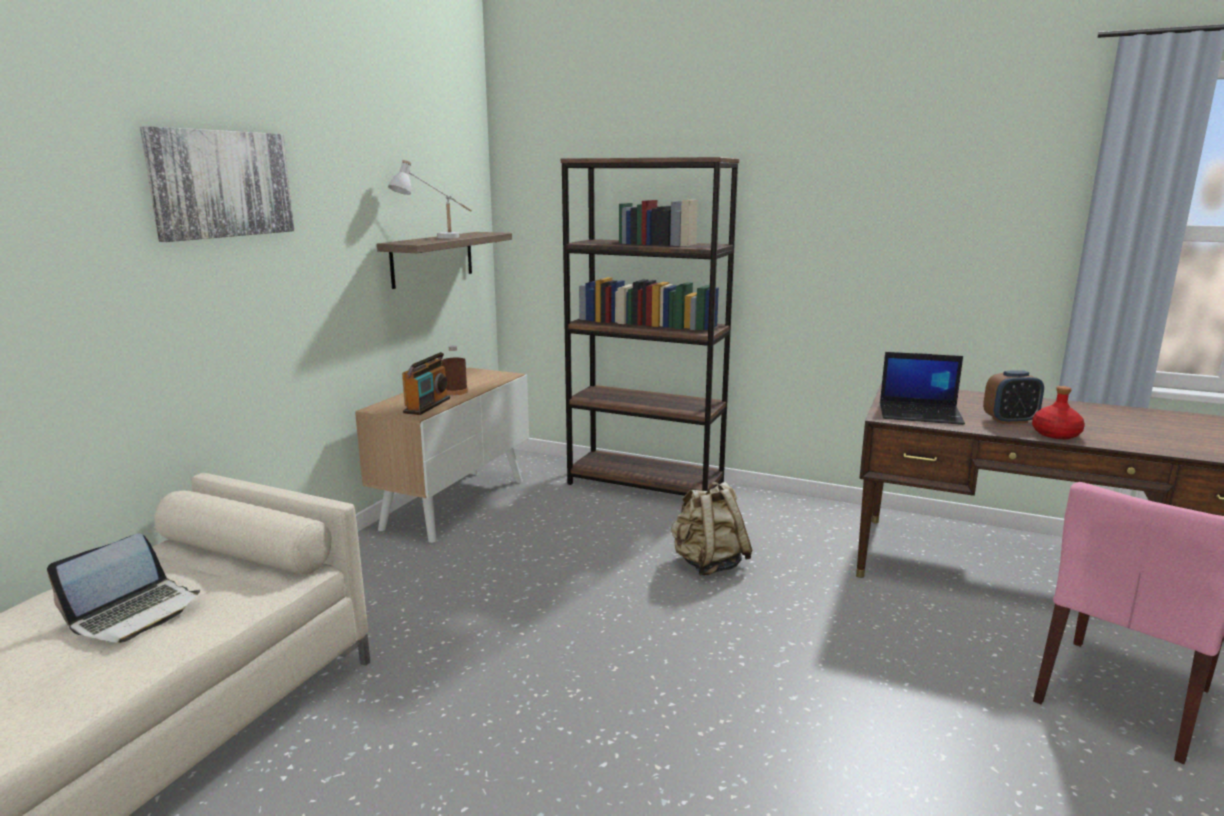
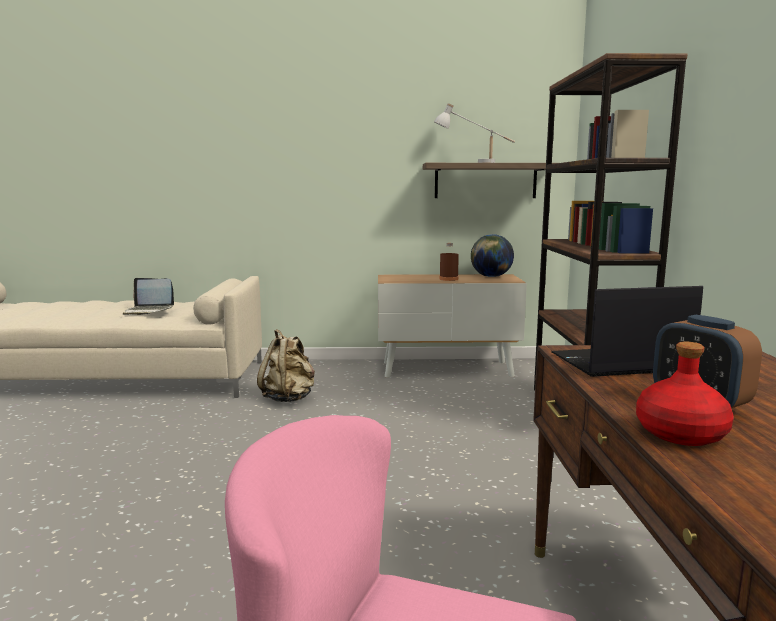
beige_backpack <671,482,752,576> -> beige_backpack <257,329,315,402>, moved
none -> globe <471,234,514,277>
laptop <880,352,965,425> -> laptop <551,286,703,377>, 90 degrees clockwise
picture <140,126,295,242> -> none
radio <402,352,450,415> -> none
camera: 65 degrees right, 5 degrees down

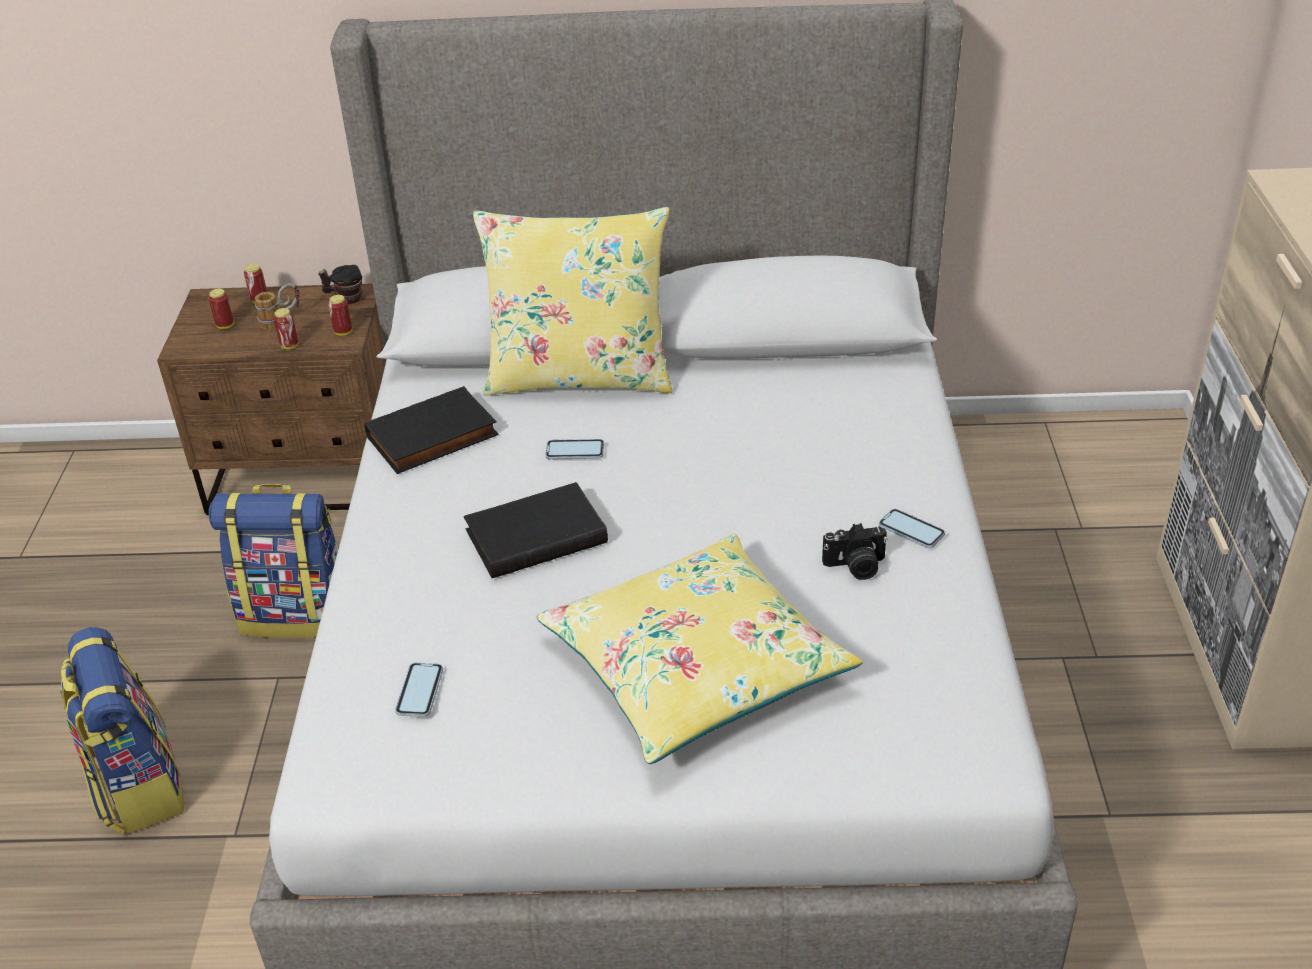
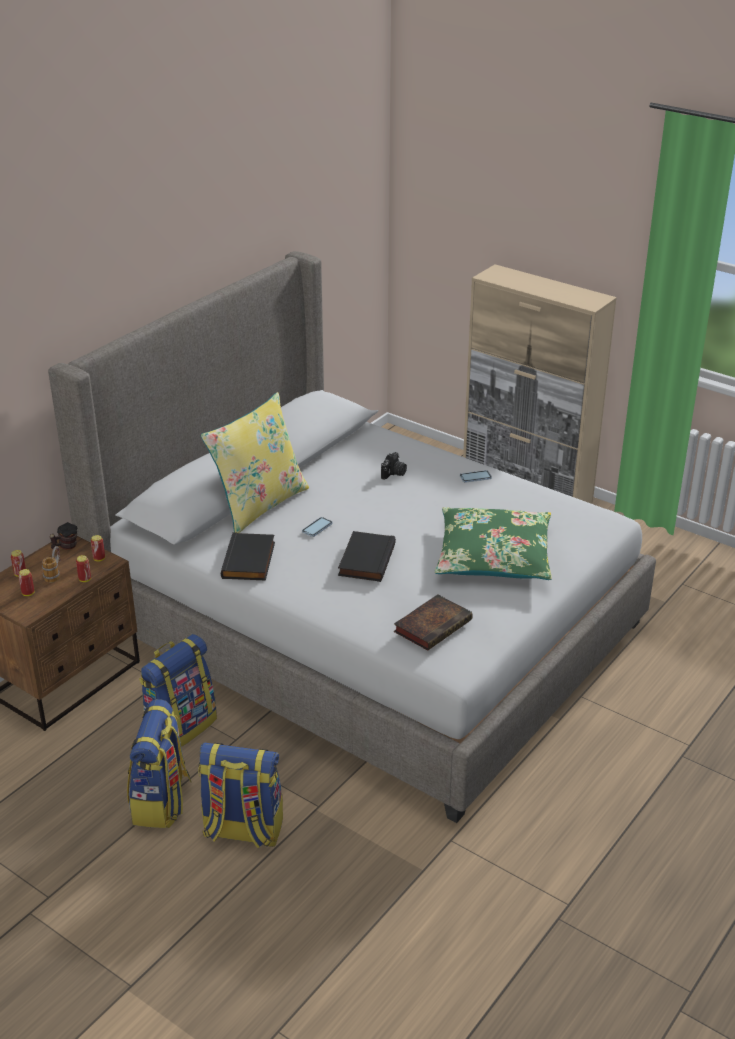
none -> backpack <127,699,192,828>
photo_camera <822,523,888,580> -> photo_camera <381,452,407,480>, moved
phone <395,663,443,717> -> book <394,594,473,651>
yellow_pillow <536,534,863,764> -> green_pillow <435,507,552,580>
camera: 55 degrees left, 5 degrees down

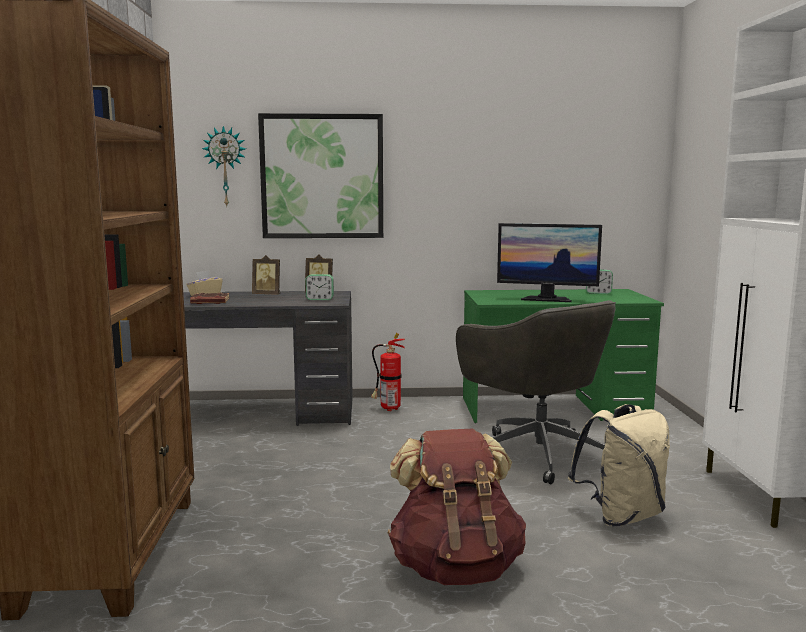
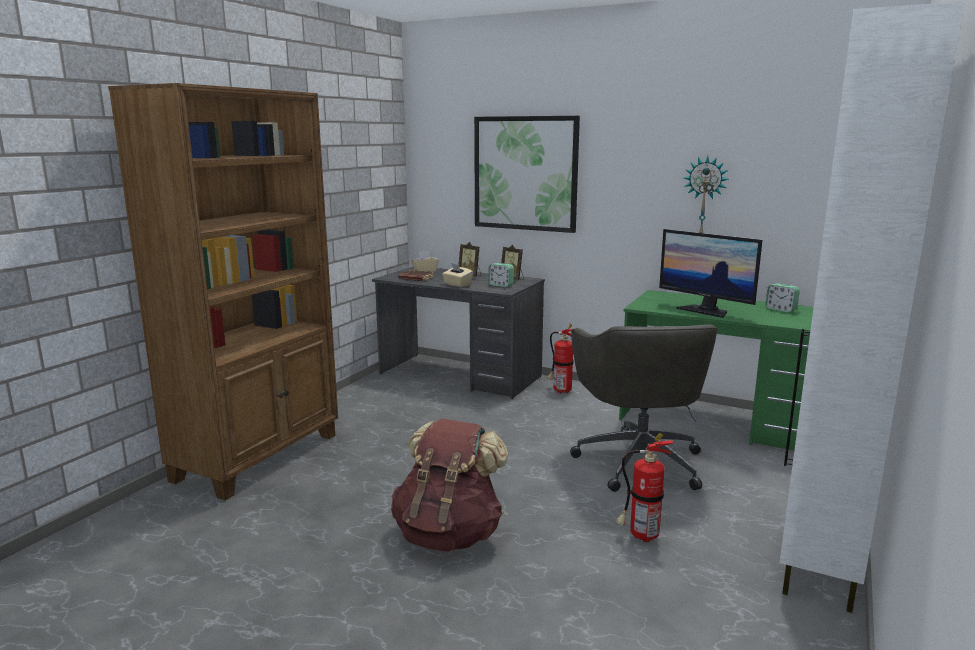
none -> beige_tissue_box <442,263,473,287>
beige_backpack <568,404,670,526> -> fire_extinguisher <616,433,674,542>
wall_clock <202,126,246,206> -> wall_clock <684,156,729,233>, moved
camera: 30 degrees right, 5 degrees up

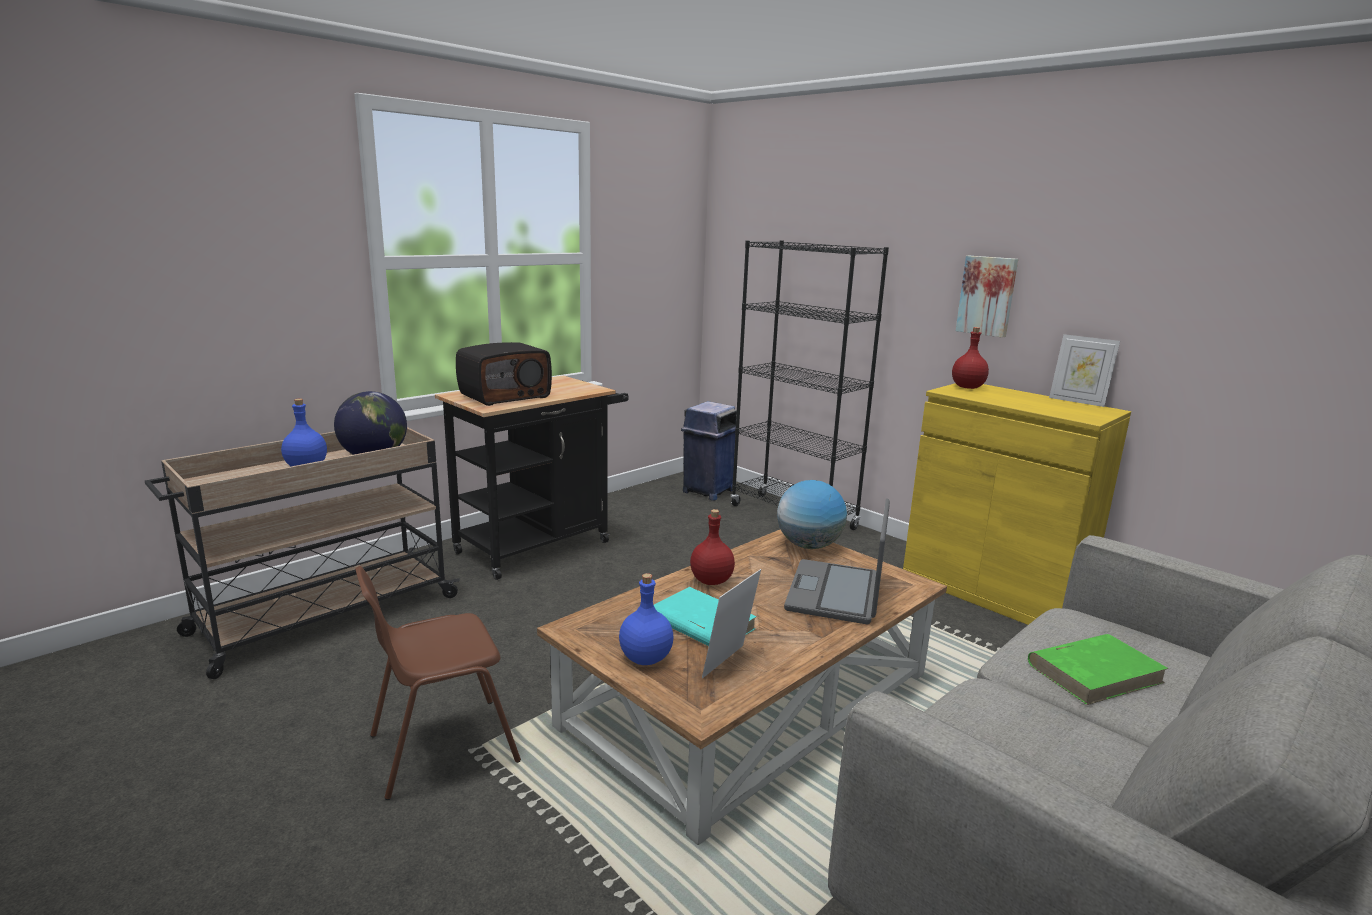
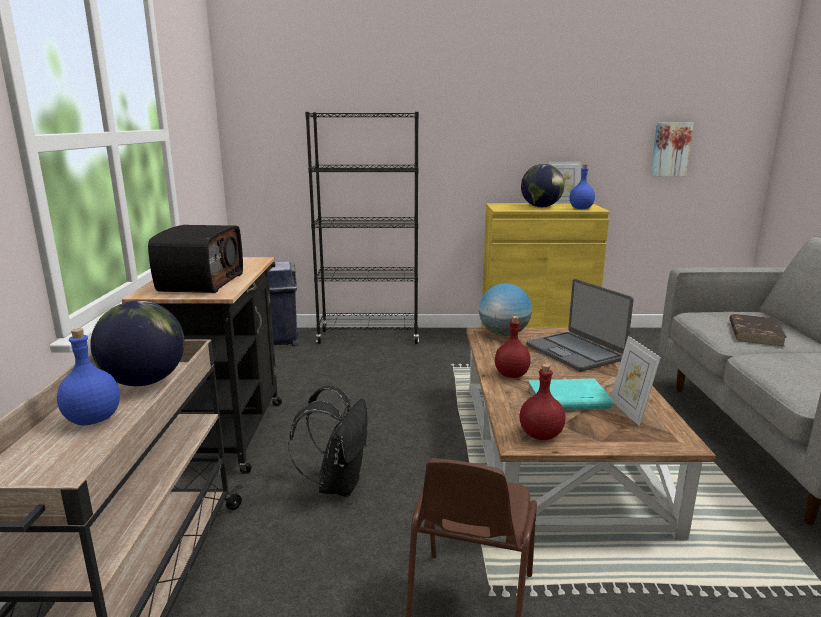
none -> black_backpack <288,386,367,497>
red_bottle <952,327,989,389> -> red_bottle <520,364,566,440>, moved
none -> globe <521,164,564,207>
blue_bottle <619,573,673,665> -> blue_bottle <569,165,595,209>, moved
picture <956,256,1018,338> -> picture <650,122,694,176>, moved
green_book <1028,634,1169,705> -> brown_book <729,314,786,347>
camera: 45 degrees left, 0 degrees up

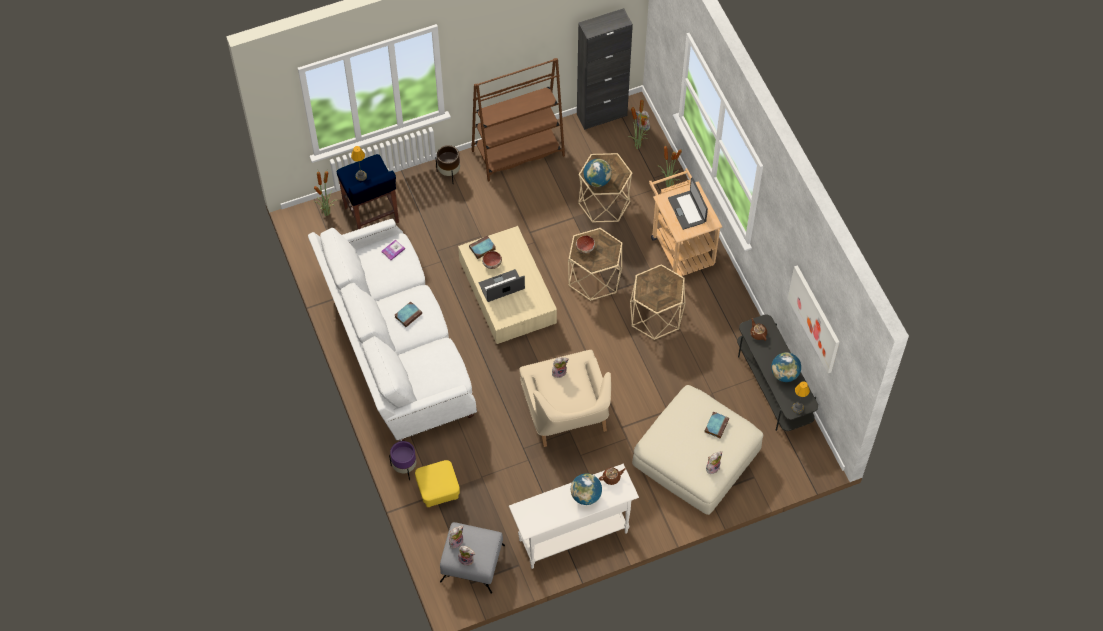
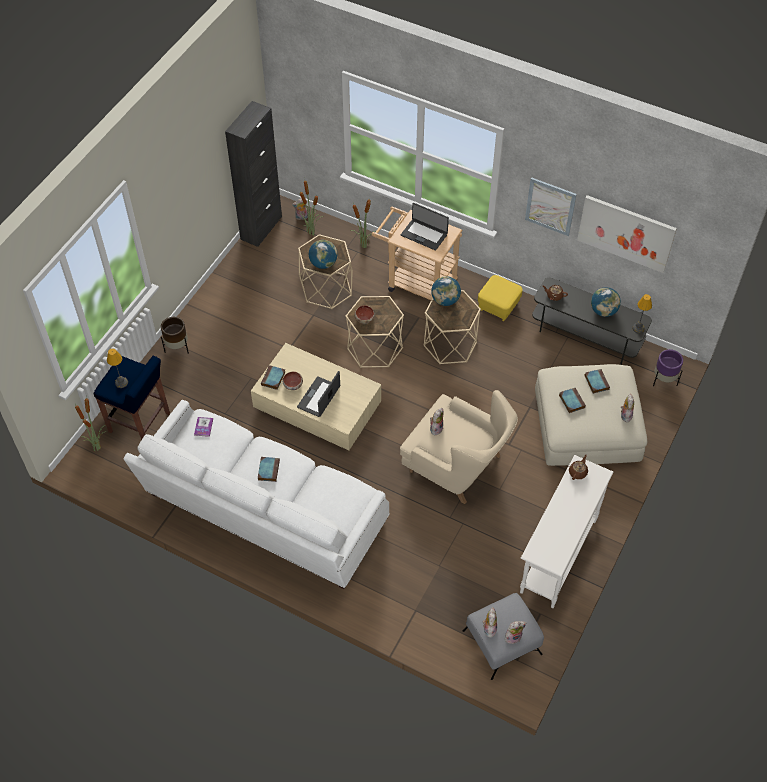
globe <571,473,602,505> -> globe <431,276,461,306>, moved
yellow_ottoman <415,460,460,507> -> yellow_ottoman <478,275,523,321>, moved
none -> picture <525,177,577,236>
none -> book <559,388,586,413>
purple_planter <389,441,416,480> -> purple_planter <653,349,683,387>, moved
brown_bookcase <471,58,565,182> -> none
camera: 40 degrees left, 5 degrees down

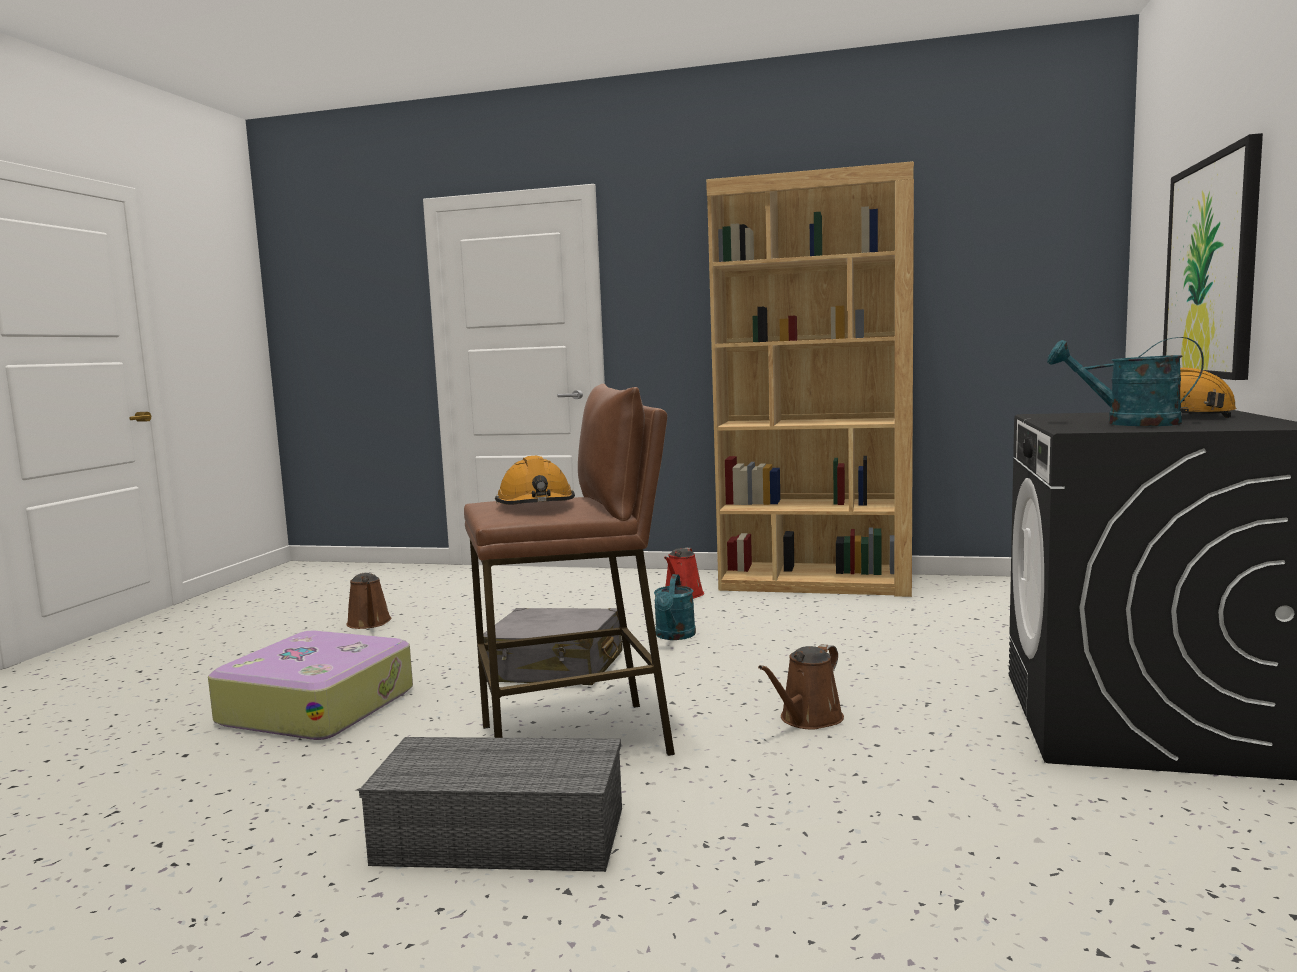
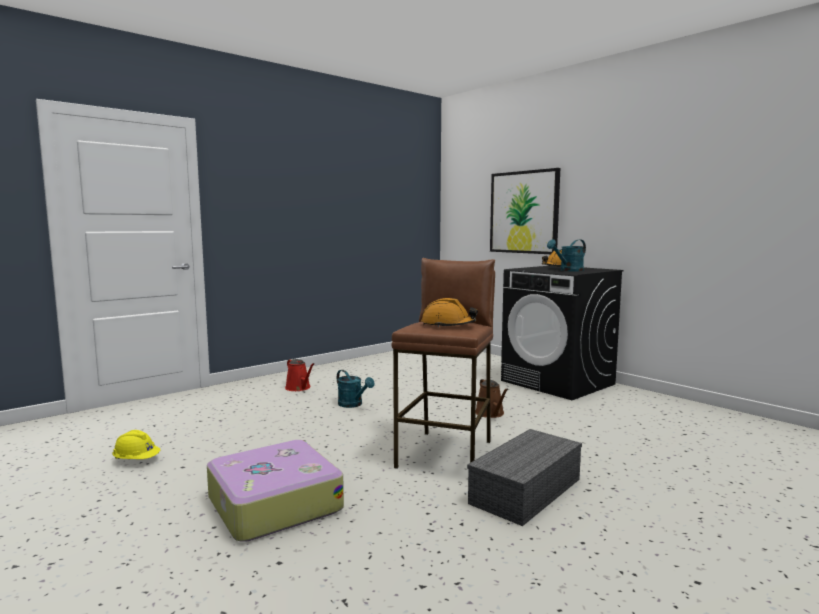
brown_watering_can <347,572,392,629> -> yellow_hard_hat <112,430,160,459>
grey_suitcase <483,608,622,685> -> none
brown_bookcase <706,161,914,597> -> none
camera: 55 degrees left, 0 degrees up

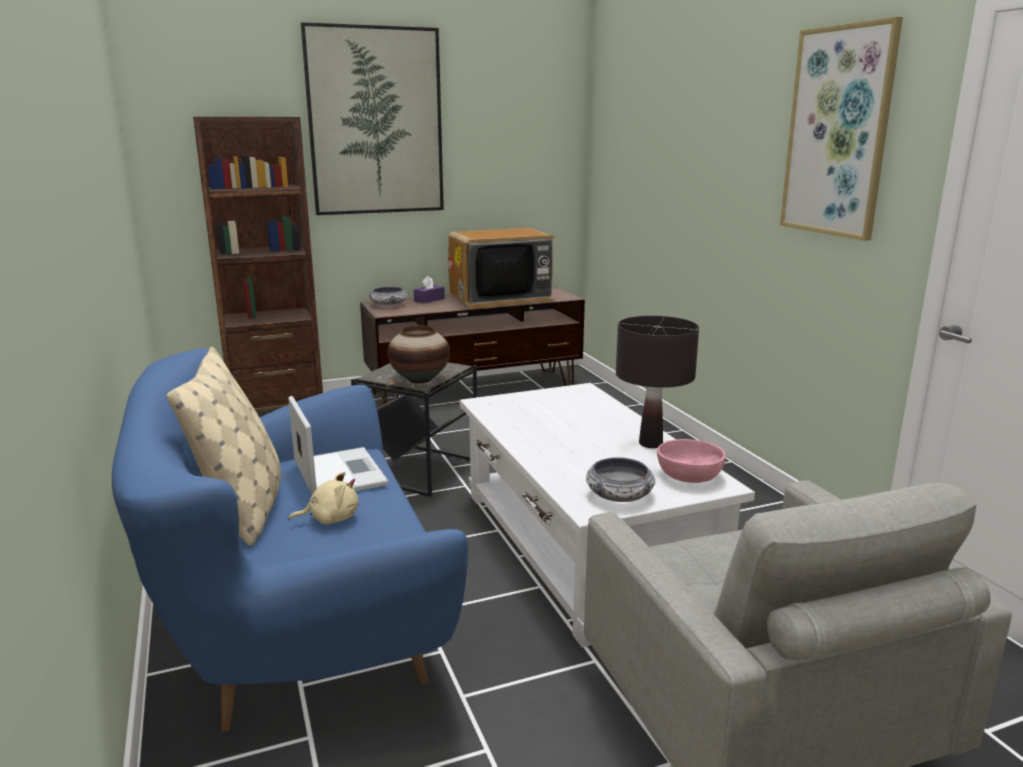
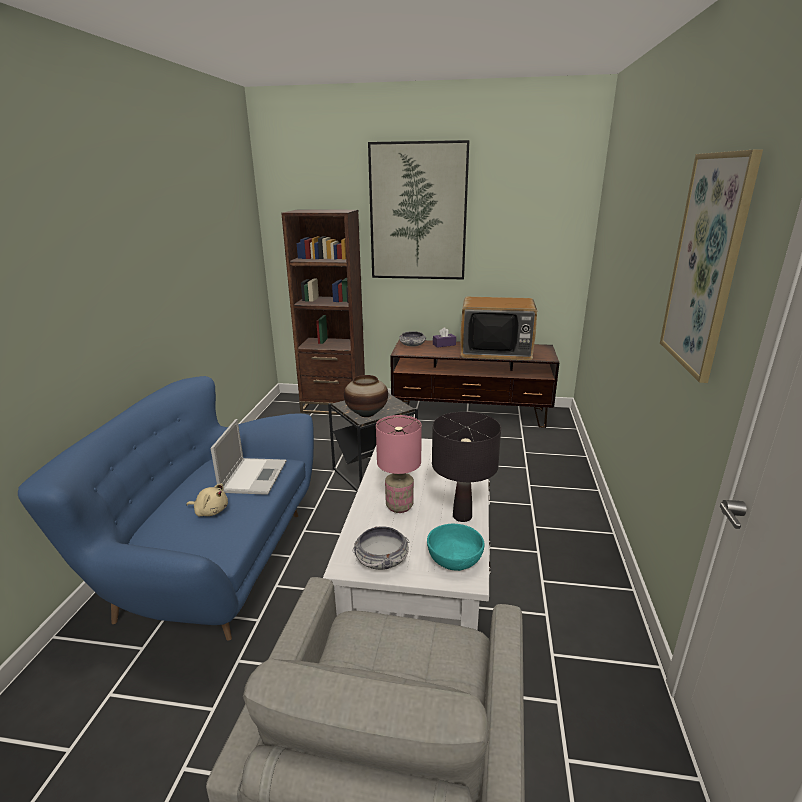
none -> pink_table_lamp <376,415,422,513>
pink_bowl <657,439,726,483> -> turquoise_bowl <427,524,485,571>
beige_pillow <167,347,281,546> -> none
camera: 30 degrees right, 5 degrees up

